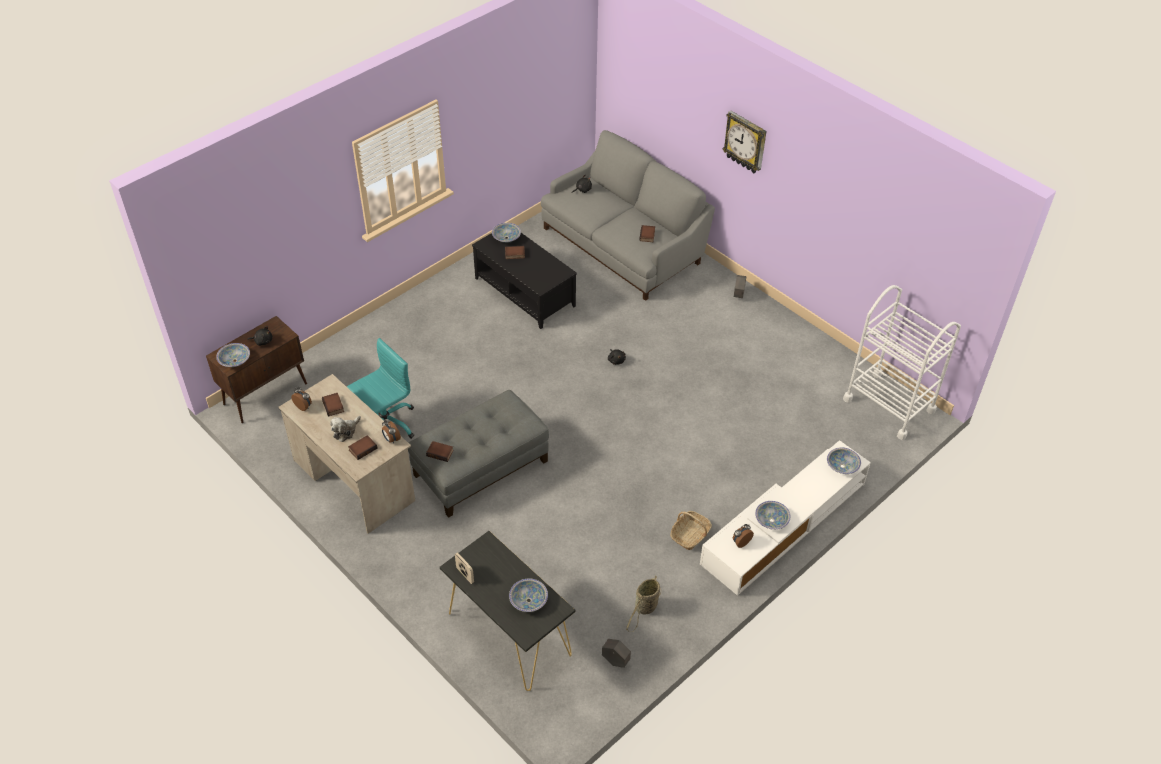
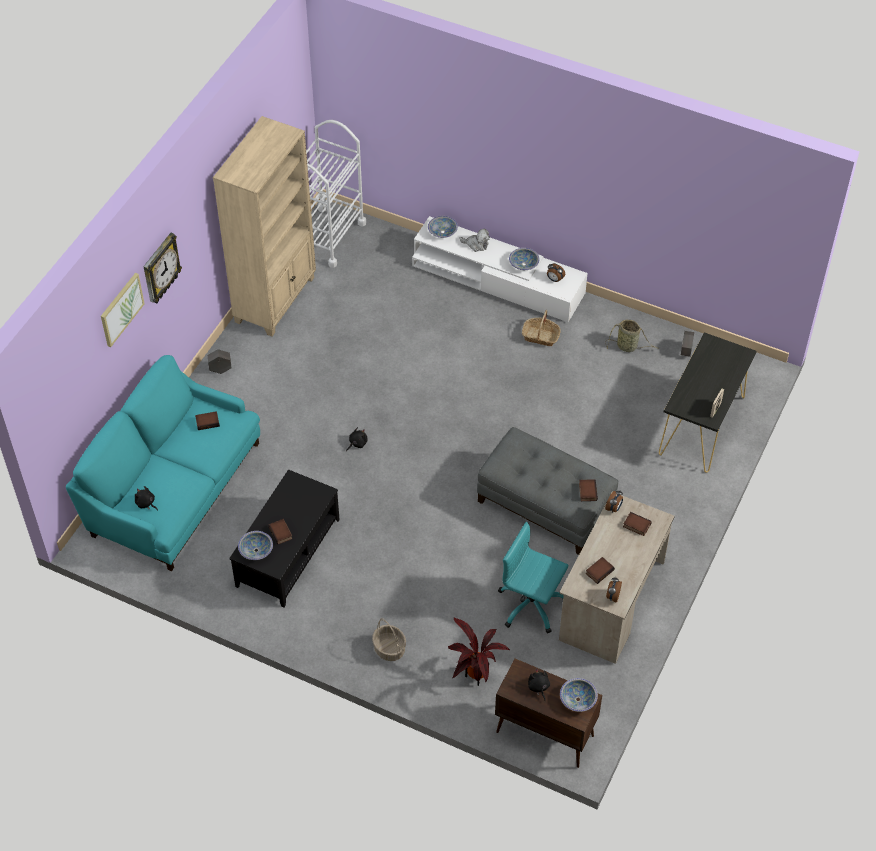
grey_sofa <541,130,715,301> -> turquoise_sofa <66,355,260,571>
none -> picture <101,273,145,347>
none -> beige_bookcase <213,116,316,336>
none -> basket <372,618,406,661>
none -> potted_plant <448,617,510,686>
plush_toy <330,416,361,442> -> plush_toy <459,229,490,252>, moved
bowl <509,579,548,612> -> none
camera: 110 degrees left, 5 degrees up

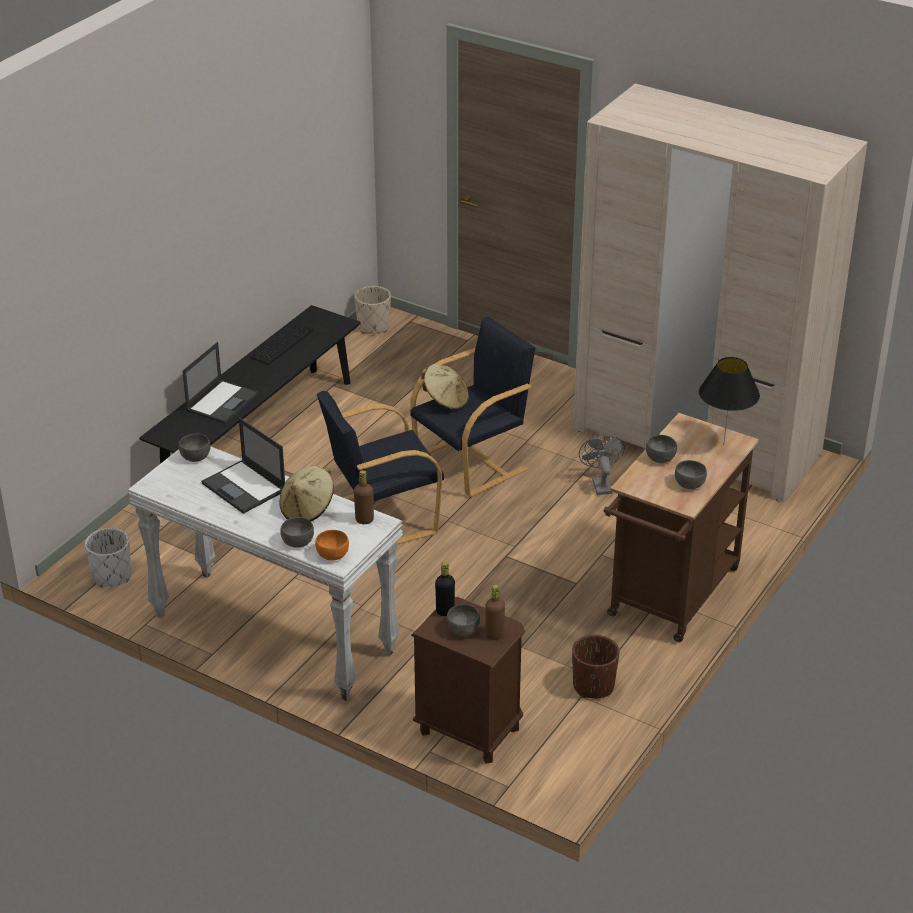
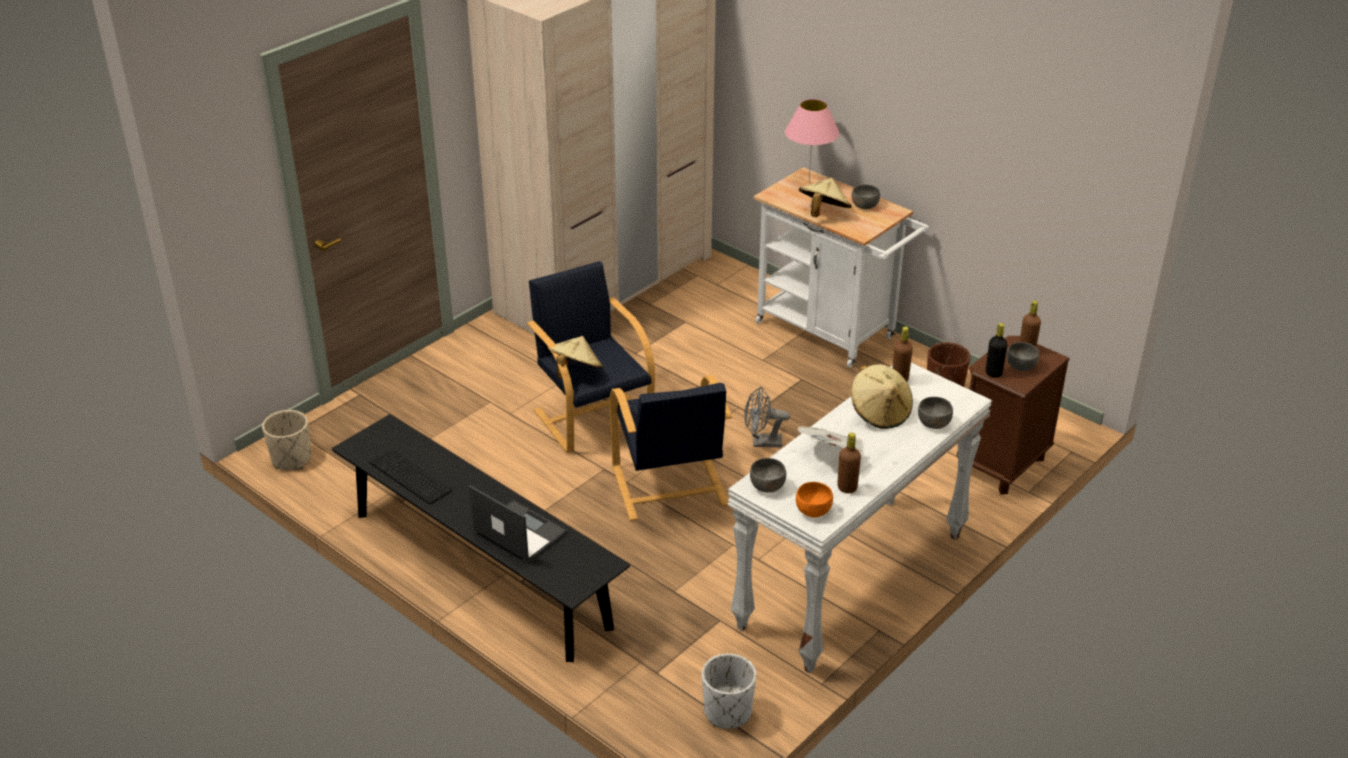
grey_fan <579,435,625,495> -> grey_fan <744,386,790,447>, moved
brown_cart <604,413,759,642> -> white_cart <753,167,929,368>
black_table_lamp <699,357,760,445> -> pink_table_lamp <785,99,839,182>
orange_bowl <315,530,349,561> -> orange_bowl <796,482,833,517>, moved
laptop <201,418,285,514> -> newspaper <798,426,864,451>
grey_bowl <646,435,677,463> -> beige_hat <799,178,852,217>
none -> brown_bottle <837,433,861,493>
camera: 80 degrees left, 0 degrees up

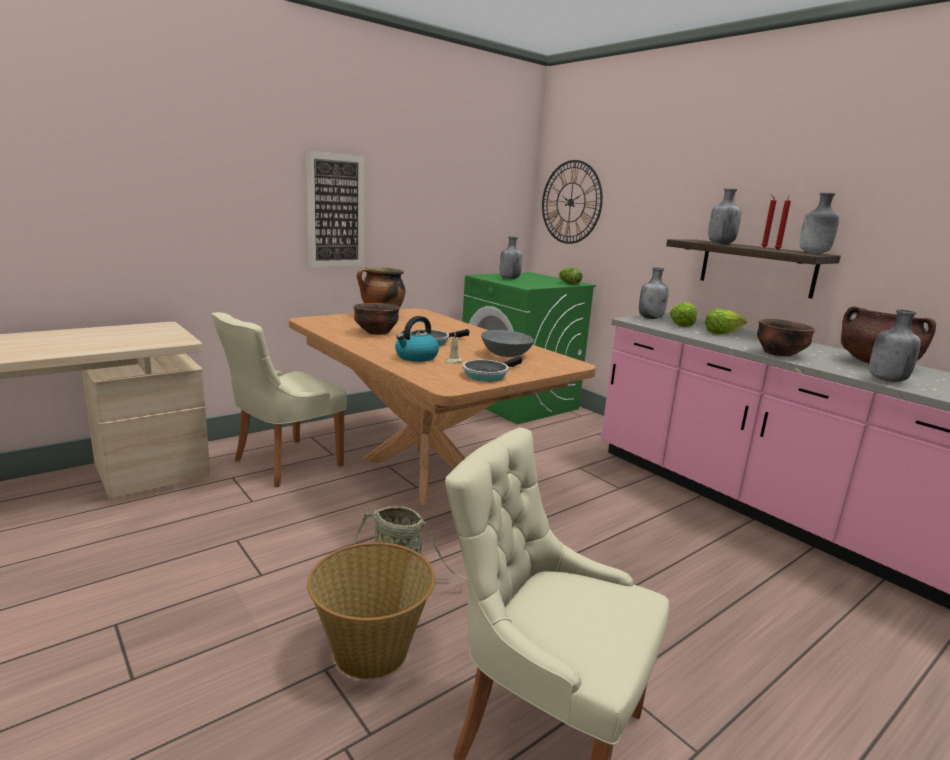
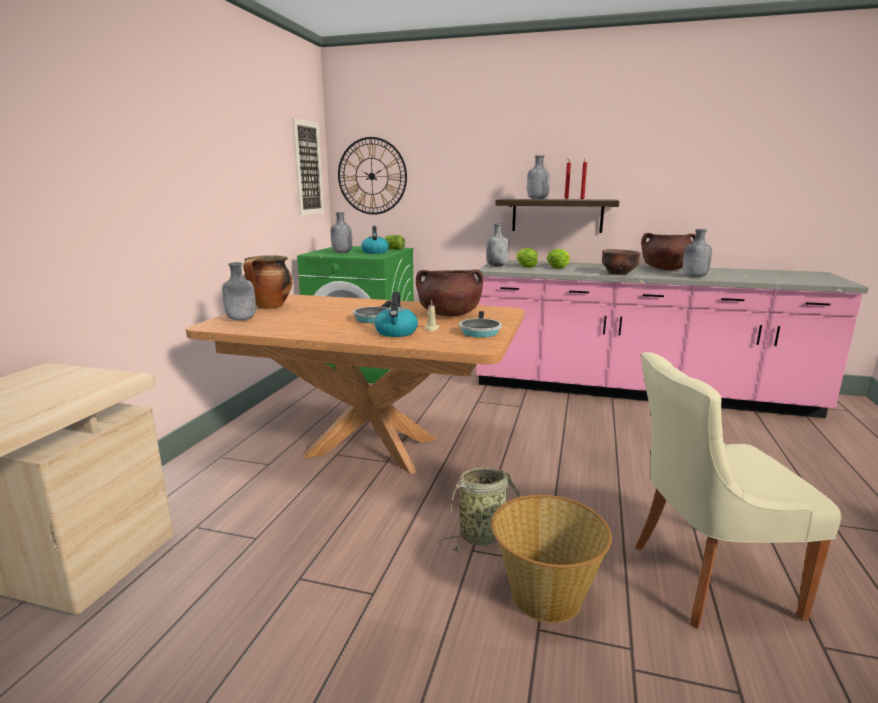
grey_bottle <800,192,839,253> -> grey_bottle <222,262,256,321>, moved
picture <306,151,365,267> -> picture <292,118,324,216>, moved
none -> kettle <361,226,389,254>
grey_bowl <481,330,534,357> -> brown_cooking_pot <416,269,483,316>
beige_chair <212,312,347,487> -> none
brown_bowl <353,303,400,335> -> none
camera: 35 degrees left, 0 degrees up

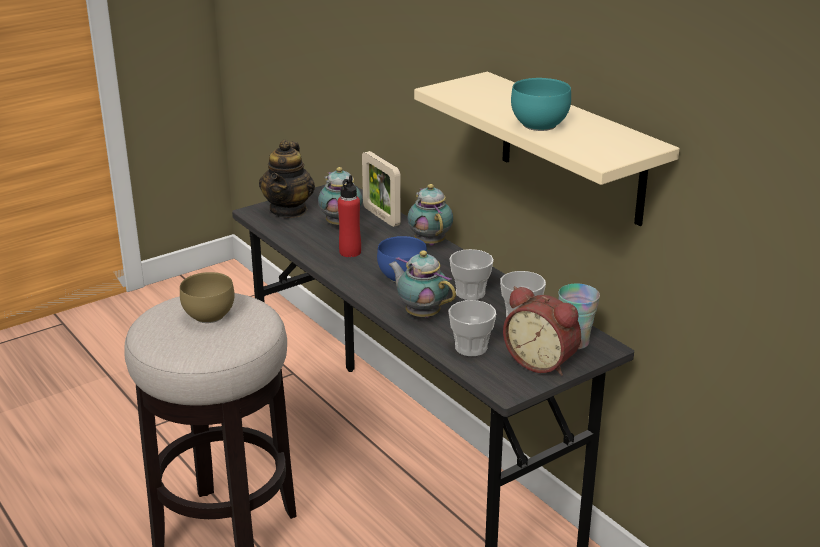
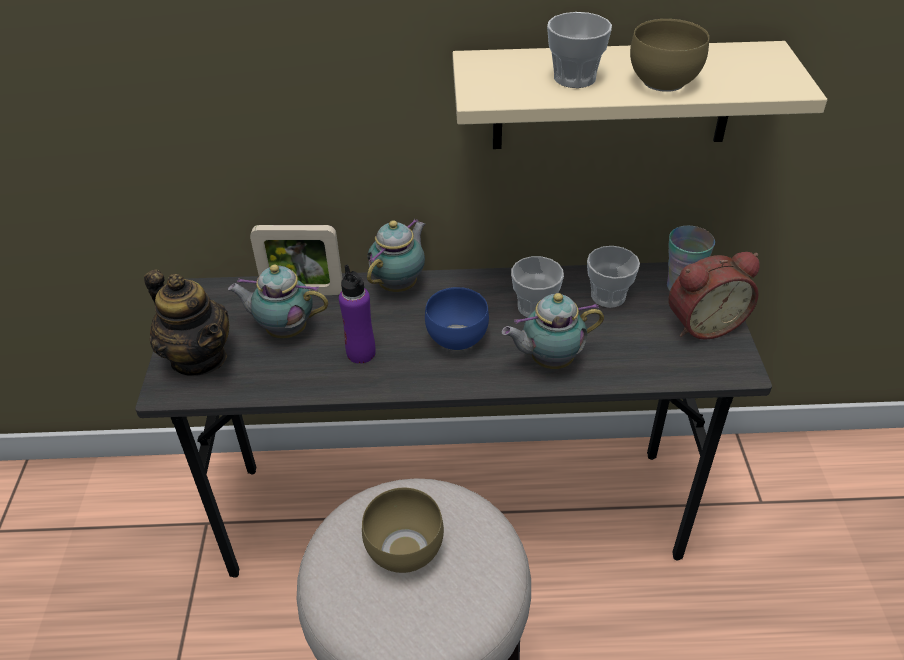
red_bottle <338,175,361,257> -> purple_bottle <339,265,376,363>
teapot <407,184,453,246> -> teapot <367,219,425,292>, 105 degrees clockwise
cup <448,300,496,356> -> cup <547,12,612,88>, moved
turquoise_bowl <511,78,571,131> -> brown_bowl <630,19,709,92>
camera: 55 degrees left, 15 degrees up

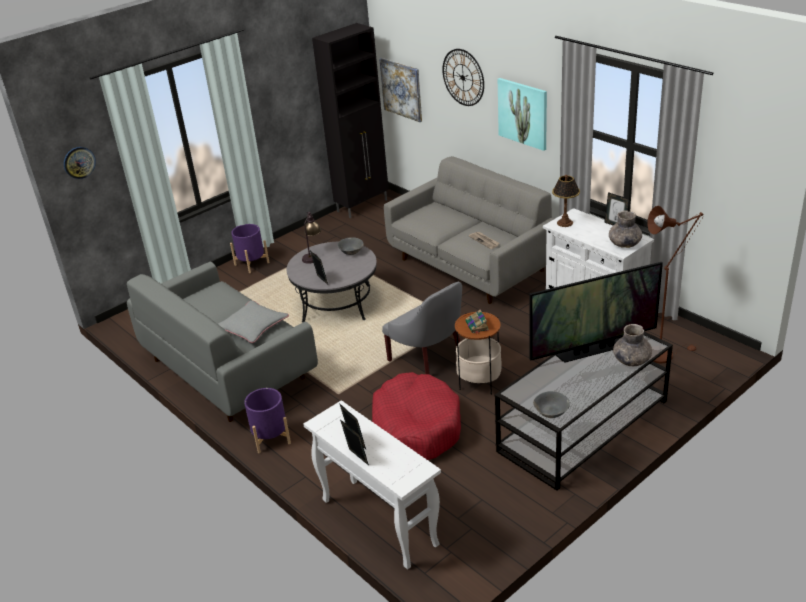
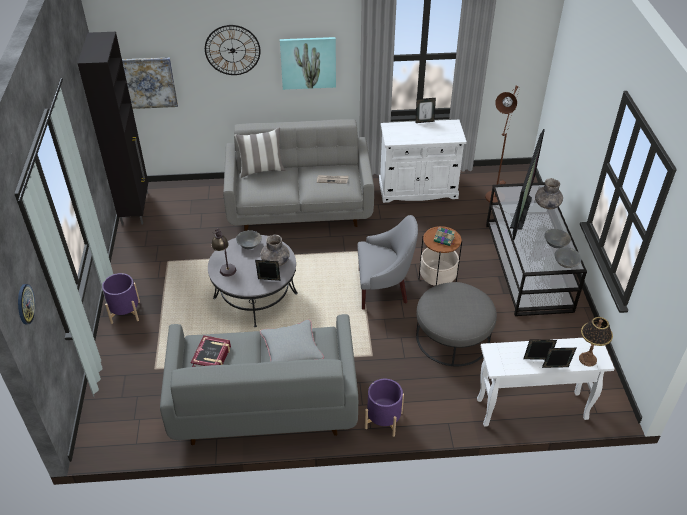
none -> book <190,335,231,367>
none -> pillow <234,128,285,178>
grey_vase <609,210,642,248> -> grey_vase <260,234,290,266>, moved
red_dog_bed <372,372,461,460> -> grey_ottoman <416,282,497,366>
none -> grey_bowl <544,229,571,248>
table_lamp <552,175,580,227> -> table_lamp <579,317,613,367>, moved
camera: 55 degrees left, 10 degrees up

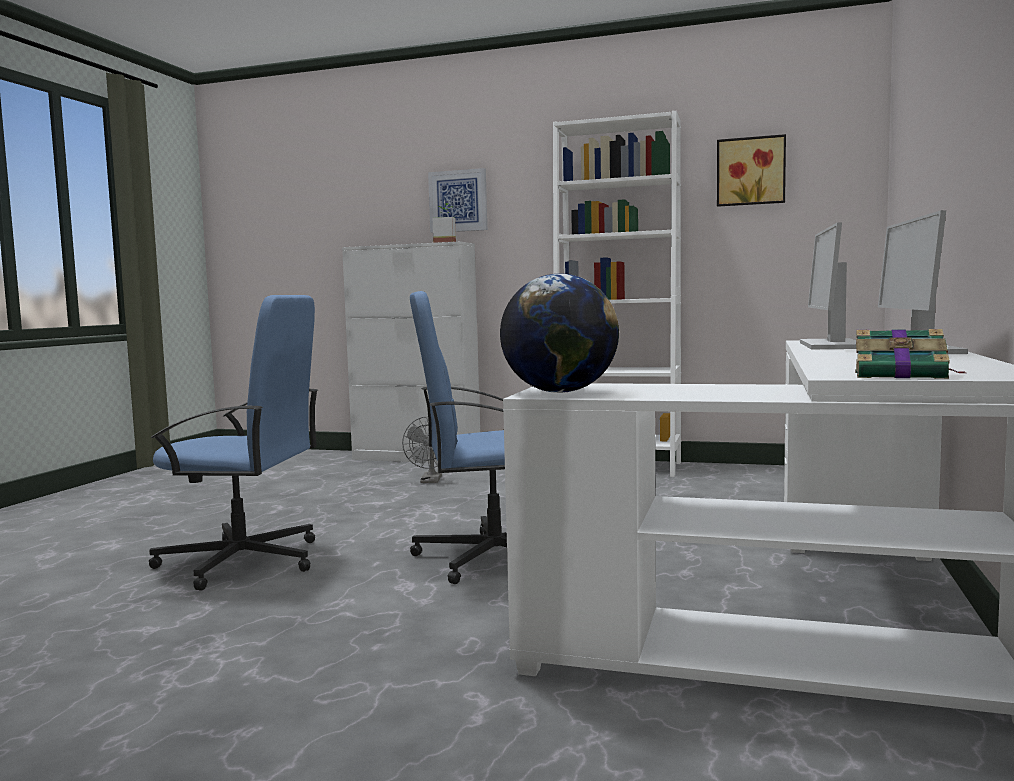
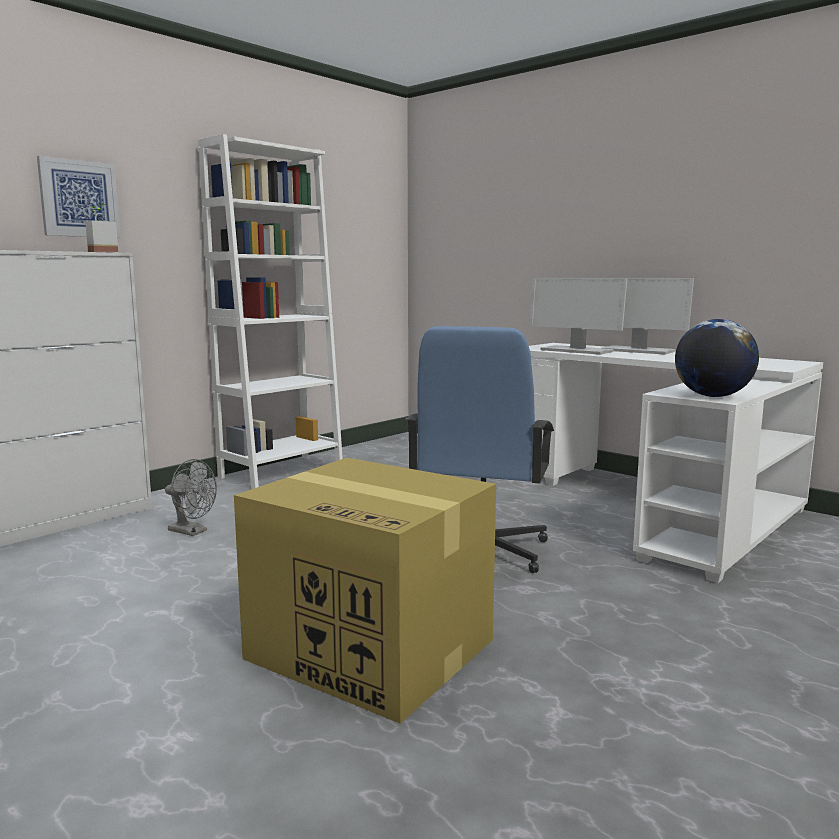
blue_office_chair <148,295,318,591> -> cardboard_box <234,458,496,724>
picture <717,134,786,207> -> none
book <855,329,966,379> -> none
camera: 65 degrees left, 5 degrees up

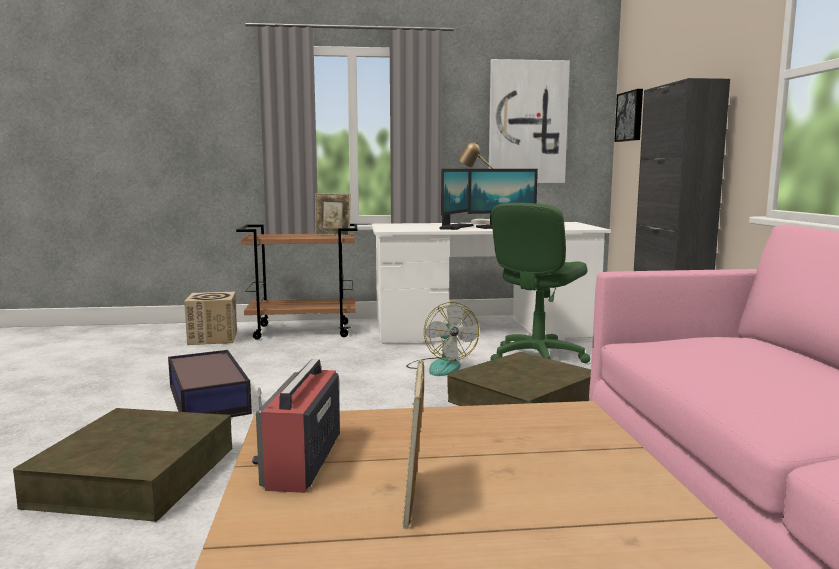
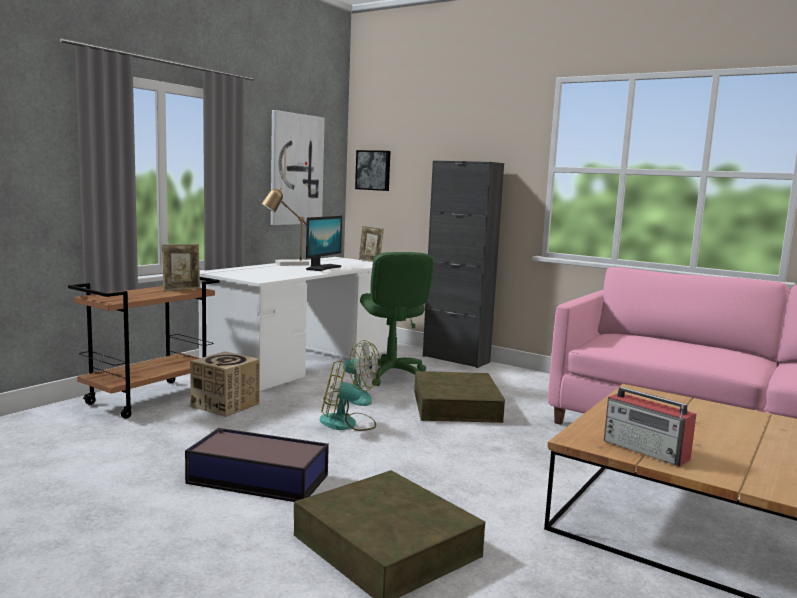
cardboard_box <184,291,237,345> -> cardboard_box <190,351,260,417>, moved
none -> fan <320,360,376,431>
picture_frame <402,360,424,528> -> picture_frame <359,226,384,262>, moved
monitor <440,169,474,230> -> none
camera: 50 degrees left, 0 degrees up

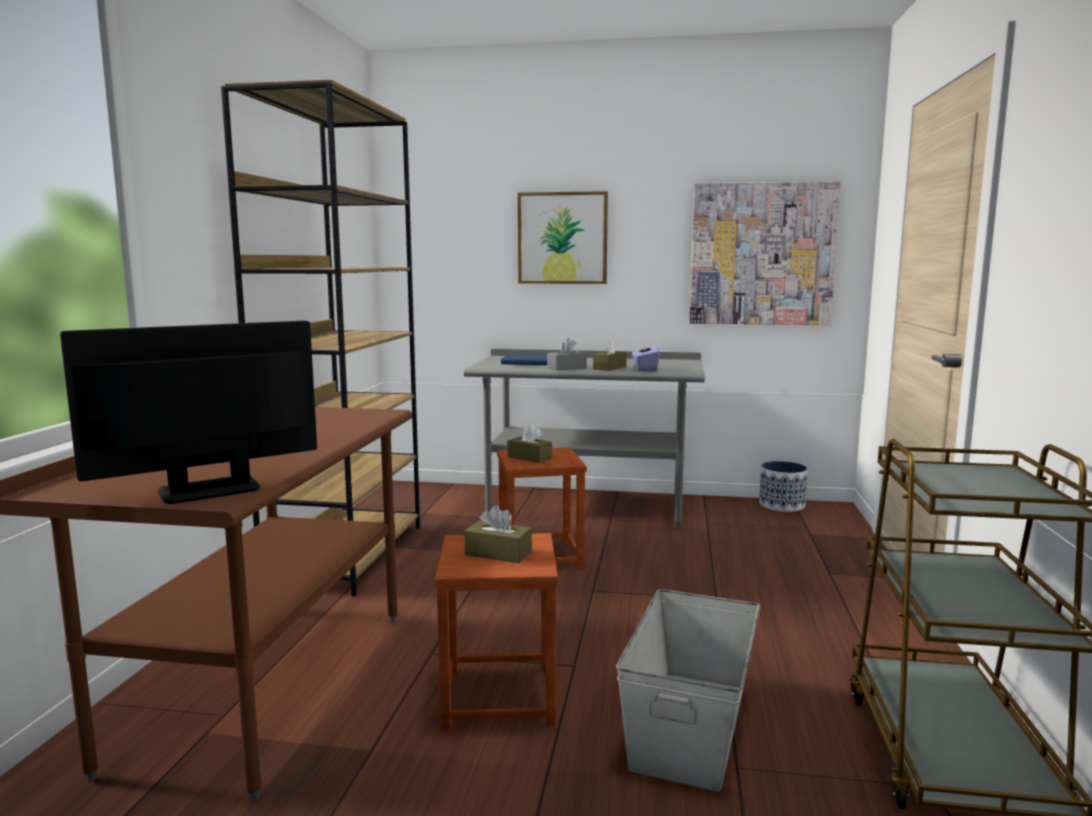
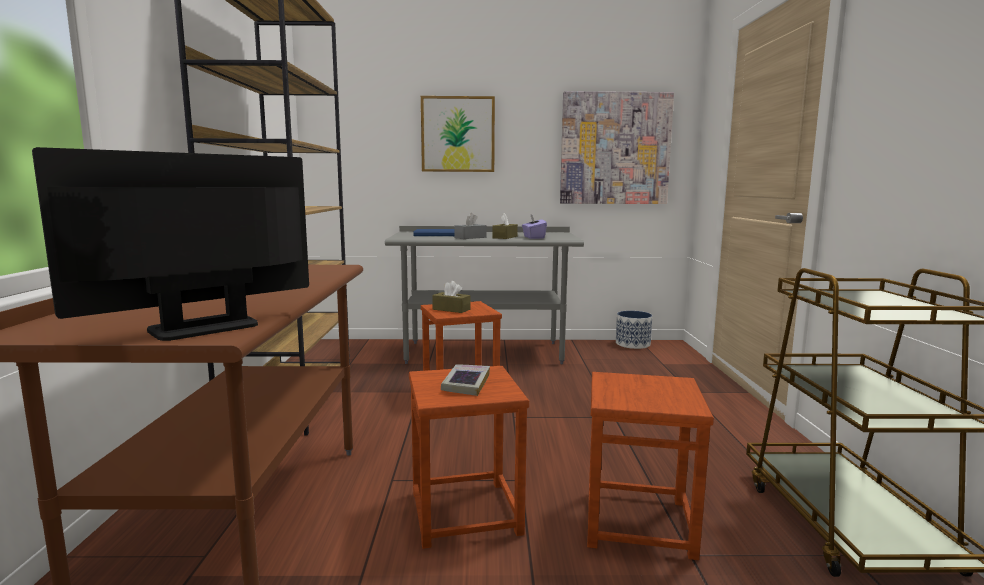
brown_tissue_box <464,505,532,563> -> book <441,364,490,396>
grey_storage_box <616,589,761,792> -> brown_stool <587,372,714,560>
camera: 10 degrees left, 0 degrees up

